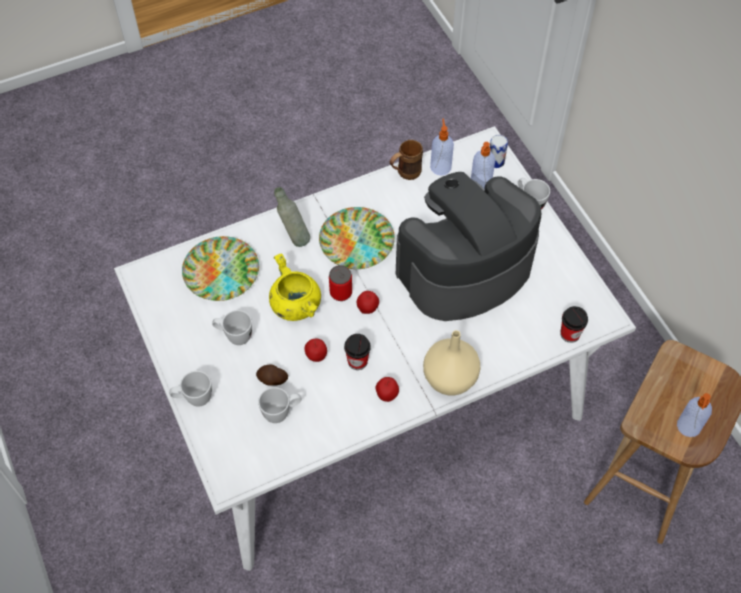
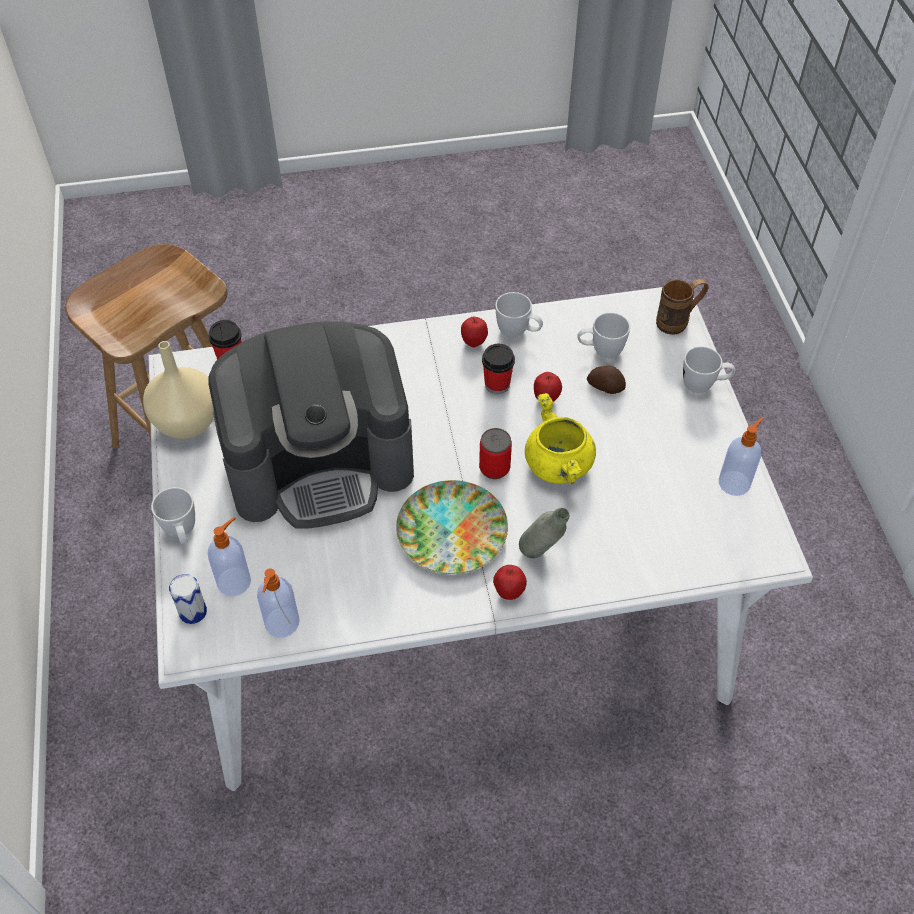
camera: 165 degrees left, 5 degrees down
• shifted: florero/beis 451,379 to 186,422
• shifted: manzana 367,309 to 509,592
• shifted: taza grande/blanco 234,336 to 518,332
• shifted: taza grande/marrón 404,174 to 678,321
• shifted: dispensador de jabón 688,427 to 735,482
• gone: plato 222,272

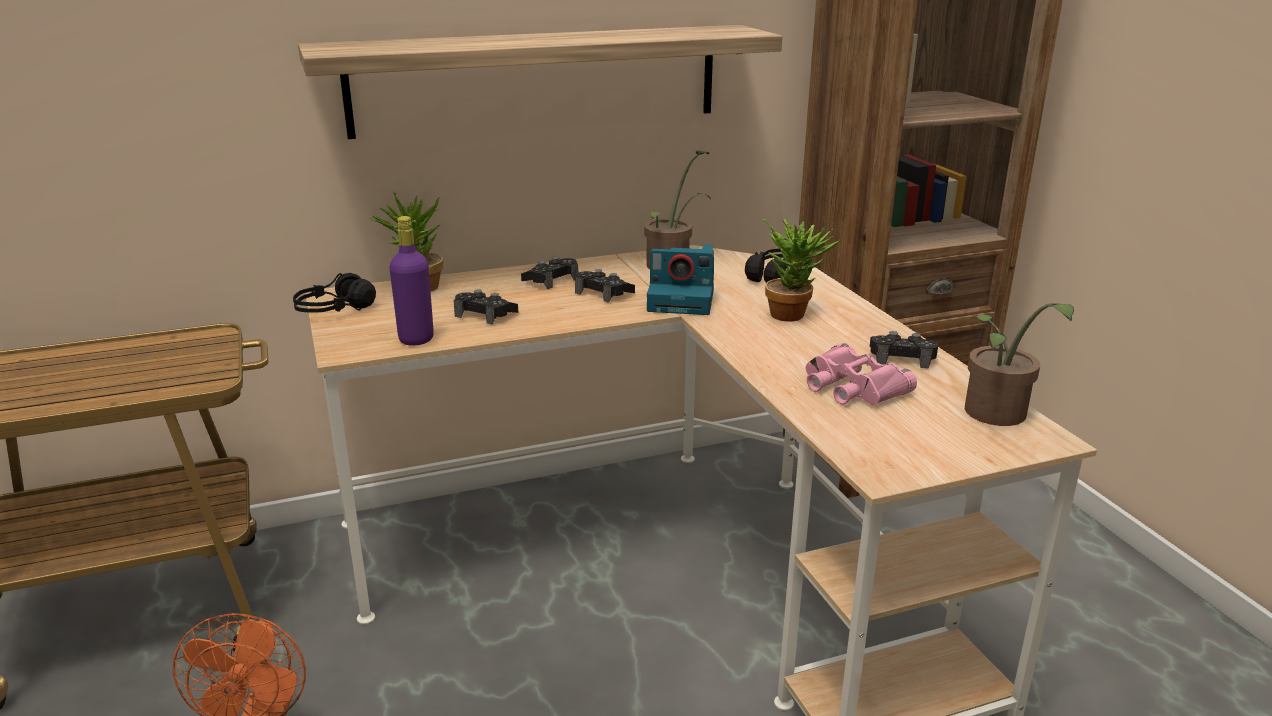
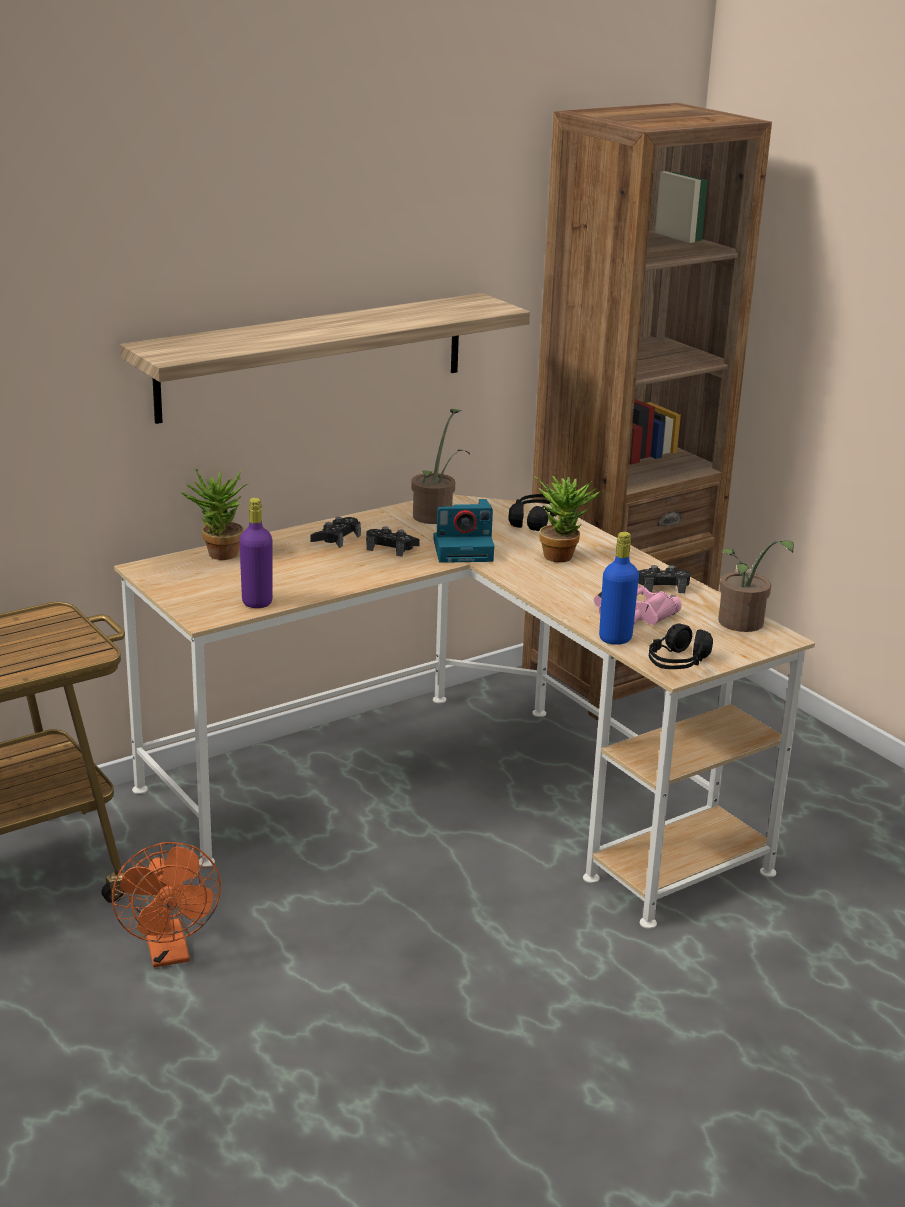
camera: 15 degrees left, 0 degrees up
• new: botella/azul 615,638
• shifted: auriculares/negro 334,310 to 677,663
• gone: mando de consola/negro 485,314

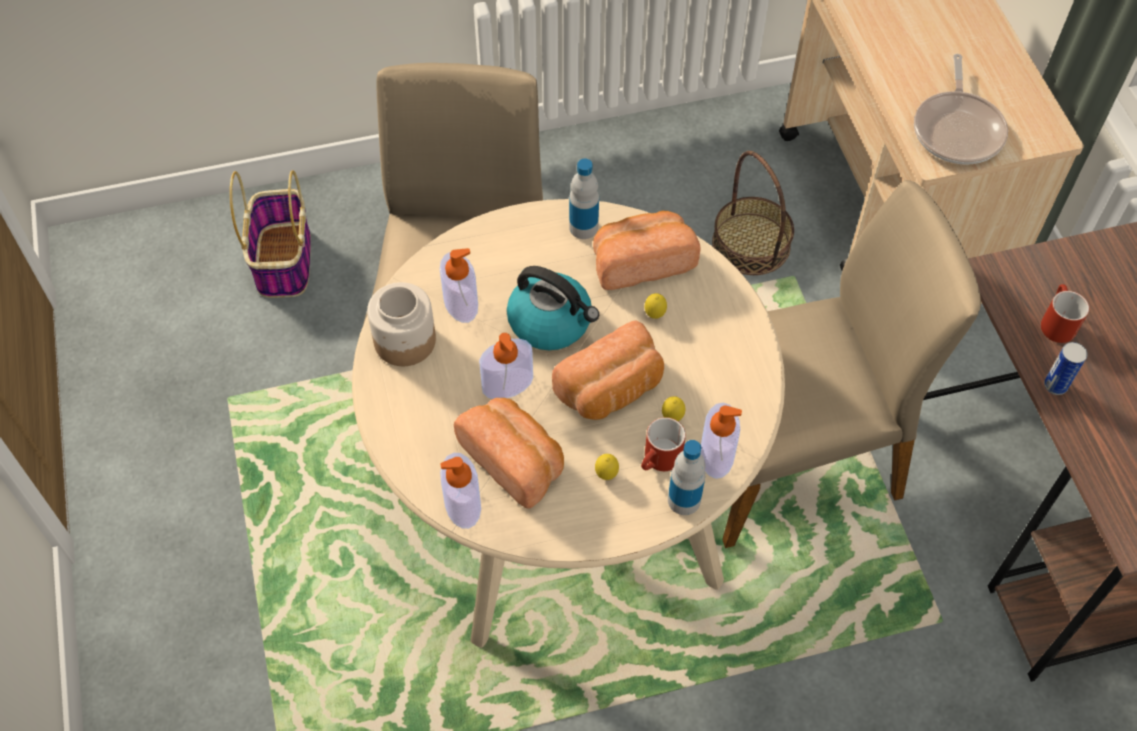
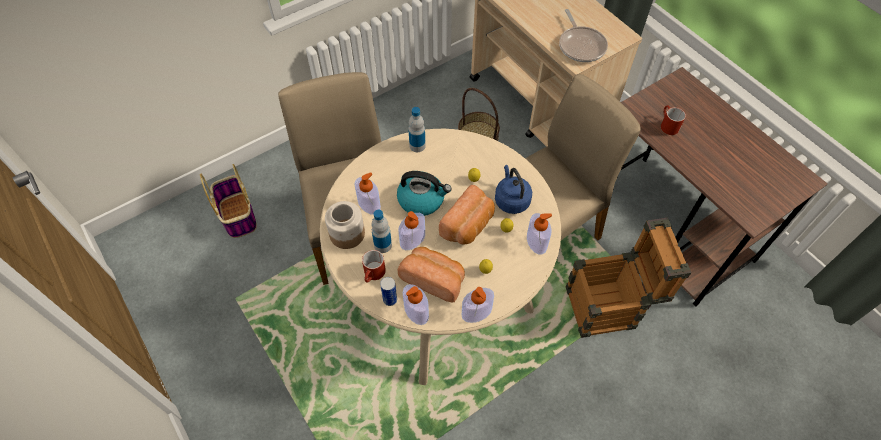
camera: 20 degrees left, 0 degrees up
• shifted: taza grande/rojo 659,461 to 374,275
• shifted: botella 684,500 to 383,245
• shifted: lata 1055,385 to 390,300
• new: dispensador de jabón 476,312
• new: hervidor/azul 511,200
• new: caja de embalaje 609,306
• gone: pan 641,262

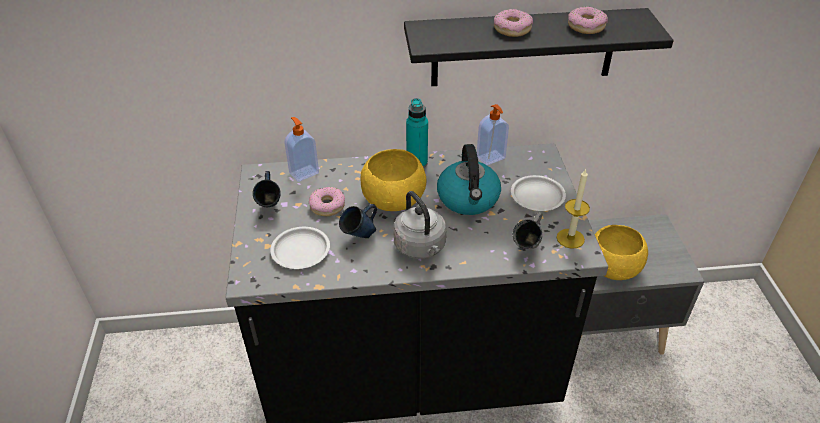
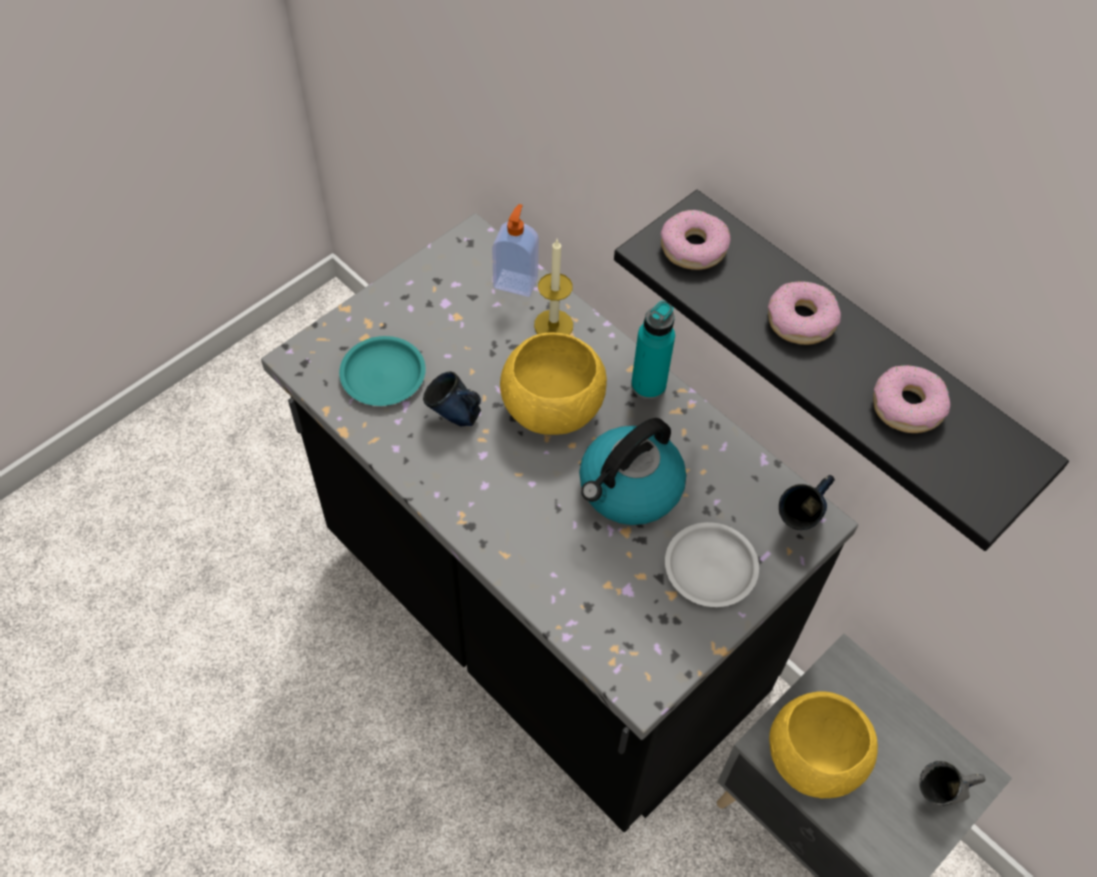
camera: 50 degrees right, 15 degrees up
• repainted: plato/blanco 300,250 to plato/turquesa 383,374
• shifted: vela 570,238 to 553,325
• shifted: rosquilla 327,206 to 693,247
• shifted: taza grande/azul 270,208 to 800,521
• shifted: taza grande/gris 527,249 to 940,794
• gone: hervidor/gris 421,248
• gone: dispensador de jabón 491,158

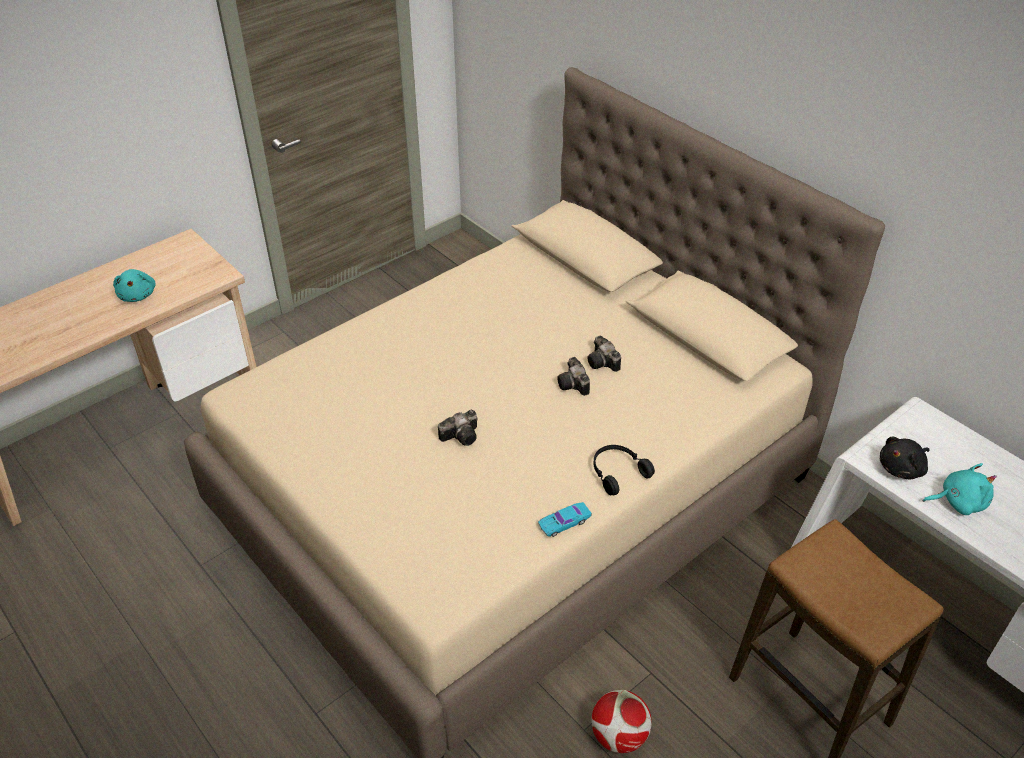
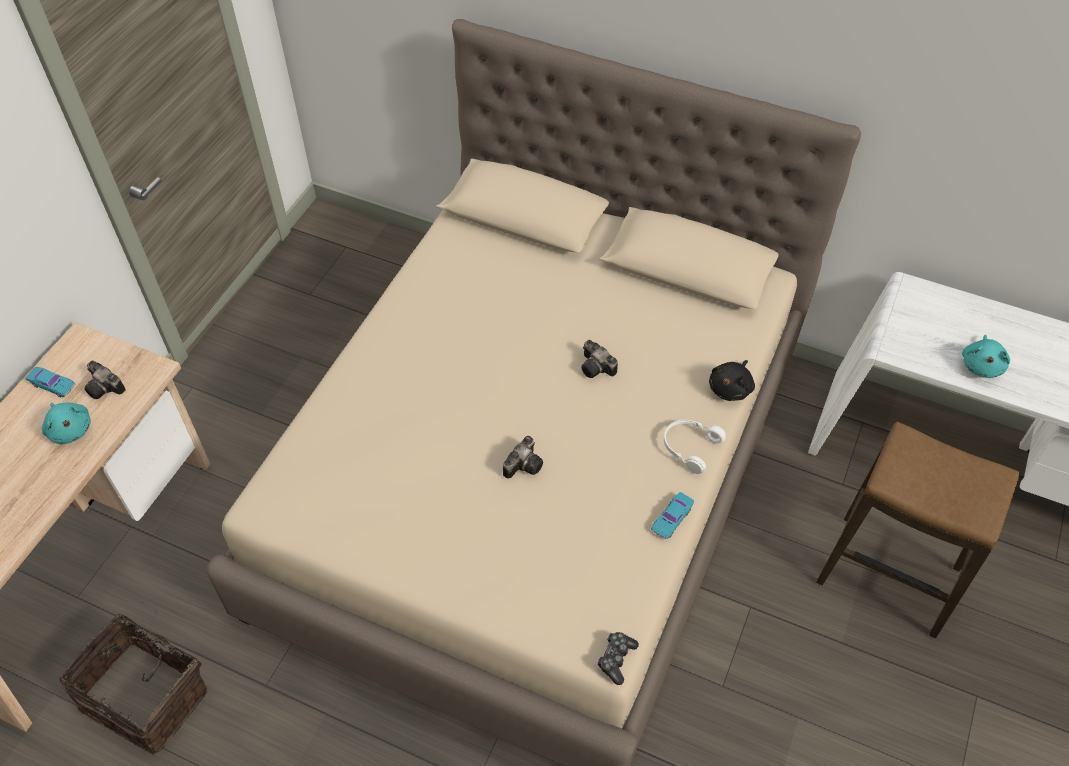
camera: 25 degrees left, 10 degrees up
• new: coche de juguete/turquesa 52,384
• new: cesta 147,695
• shifted: cámara 603,363 to 106,388
• new: mando de consola 616,659
• repainted: auriculares/negro 617,472 to auriculares/blanco 689,447
• shifted: peluche/negro 902,468 to 731,388
• rotated: peluche/turquesa 958,501 = 981,365 135 degrees clockwise
• gone: balón de fútbol 618,736

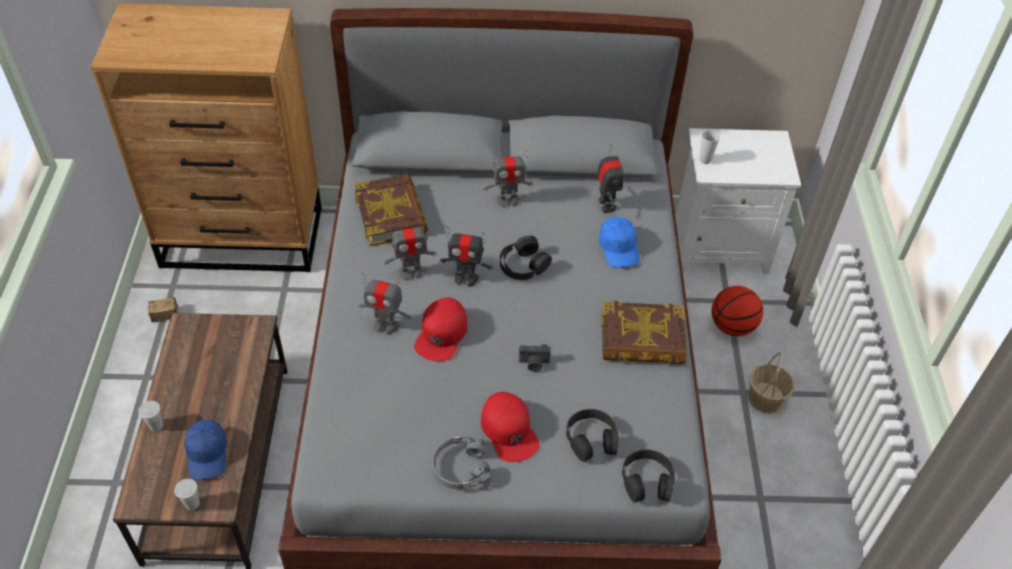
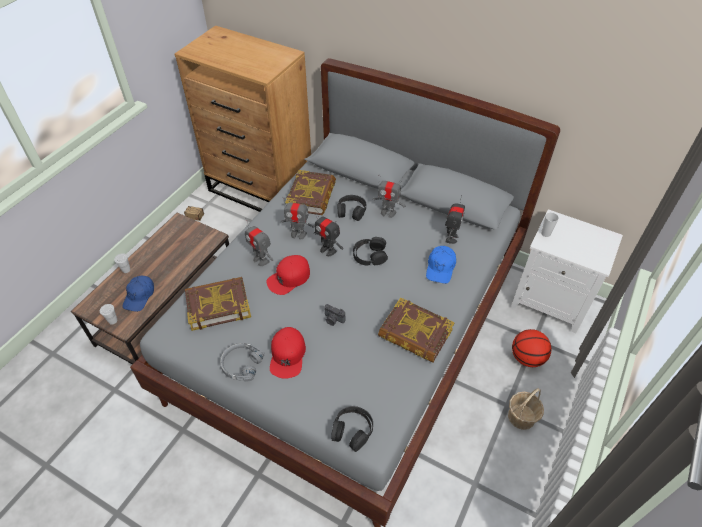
camera: 30 degrees right, 0 degrees up
• new: libro 218,305
• shifted: auriculares/negro 591,439 to 351,211

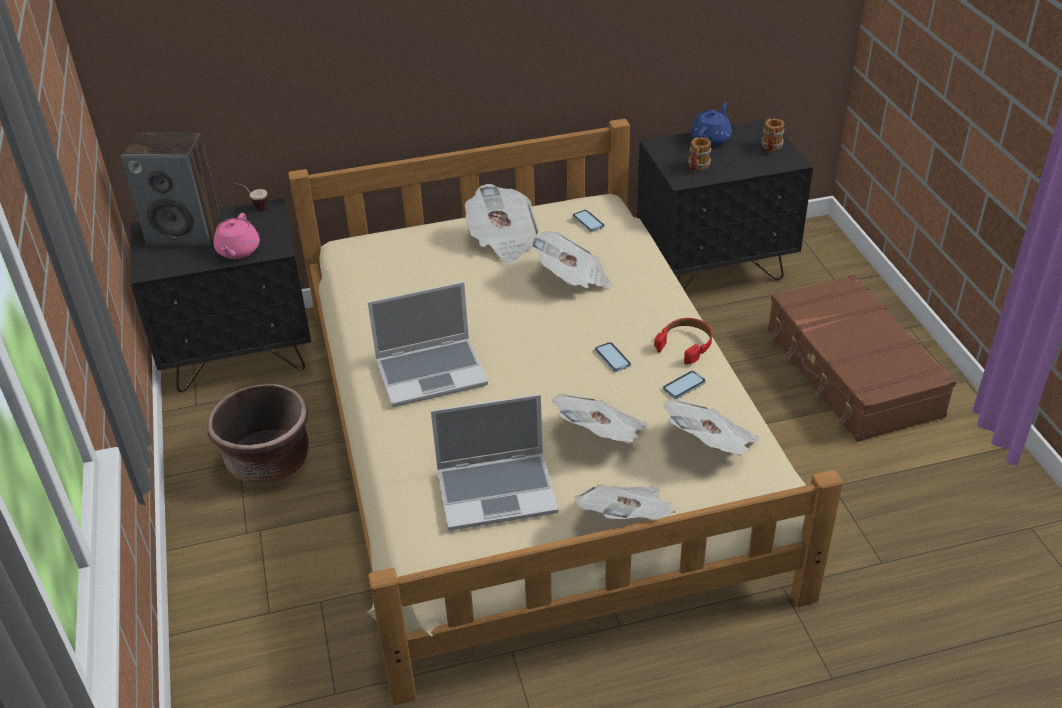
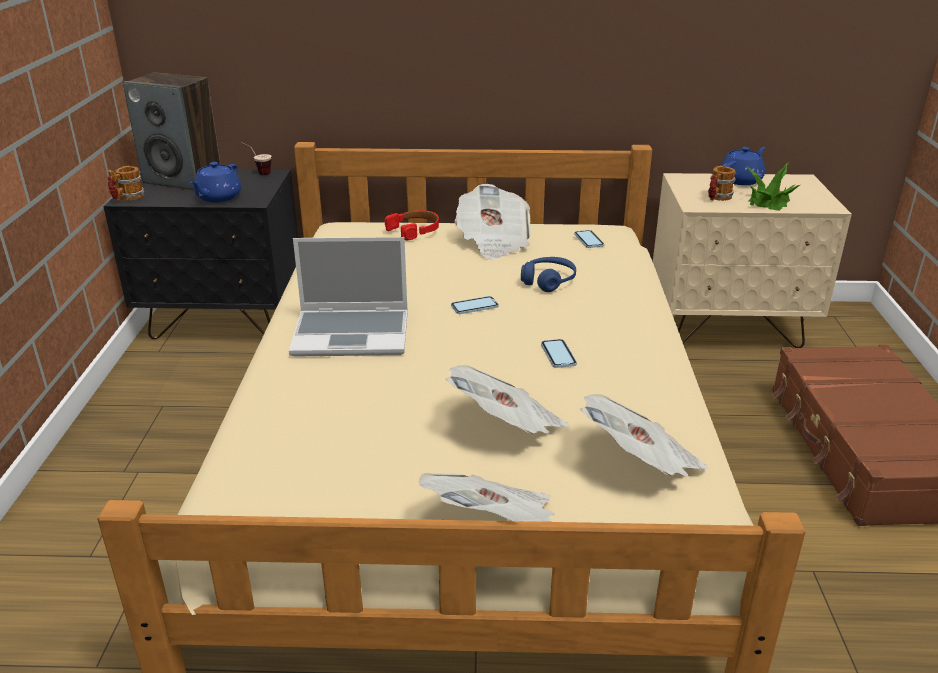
camera: 15 degrees right, 10 degrees down
• shifted: taza grande 771,148 to 127,198
• repainted: tetera/rosa 238,251 to tetera/azul 218,197
• shifted: auriculares/rojo 685,345 to 414,230
• shifted: móvil 683,386 to 474,306
• swapped: periódico 572,279 to auriculares/azul 548,281
• repainted: mesita de noche/negro 714,268 to mesita de noche/beis 728,327
• new: planta en maceta 769,201
• gone: maceta/marrón 268,461
• gone: portátil 498,491

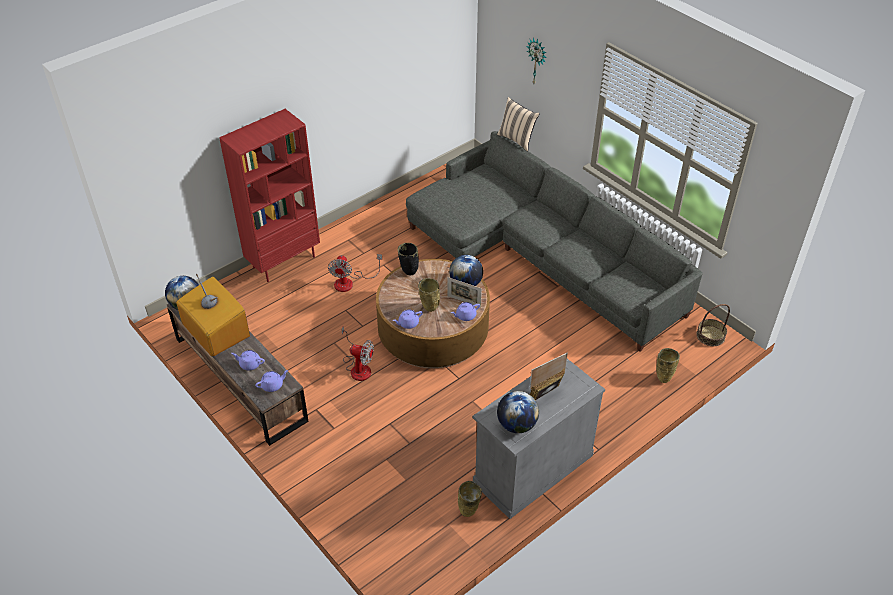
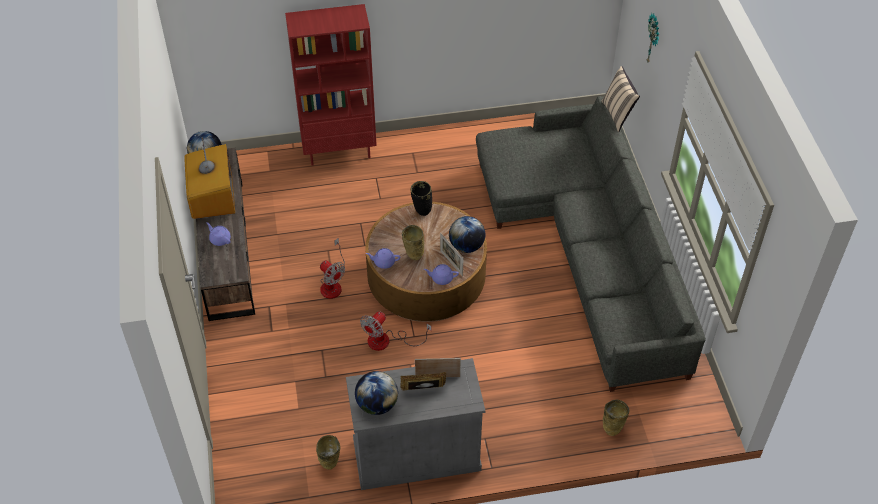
camera: 30 degrees right, 5 degrees up
• shifted: ventilador 350,282 to 387,341
• gone: tetera/morado 273,385
• gone: cesta 710,335

